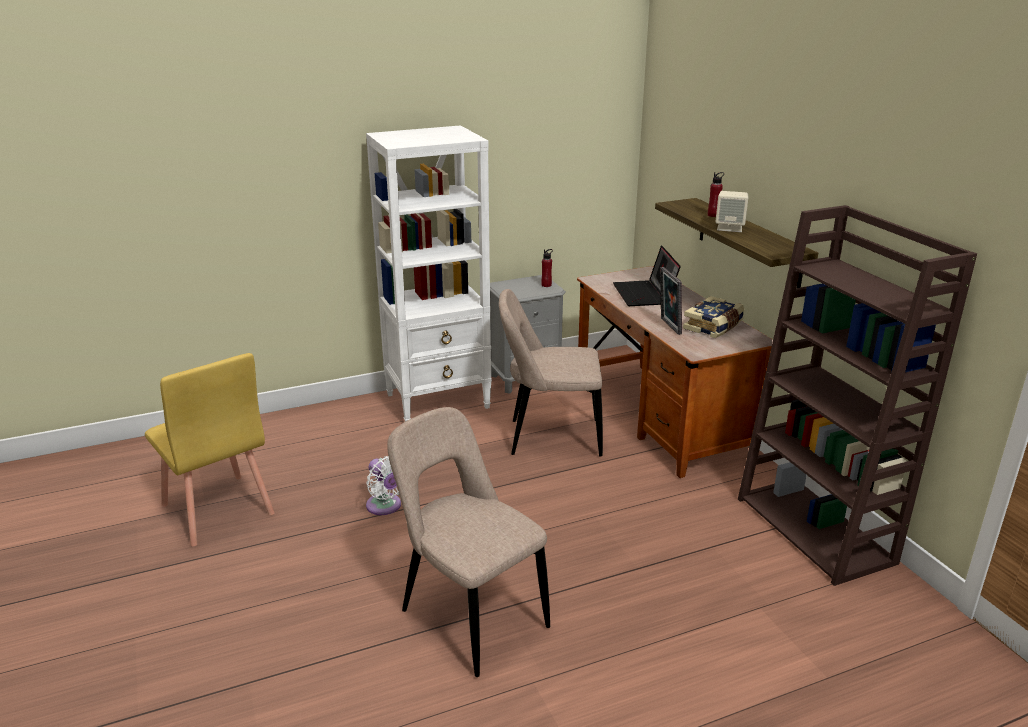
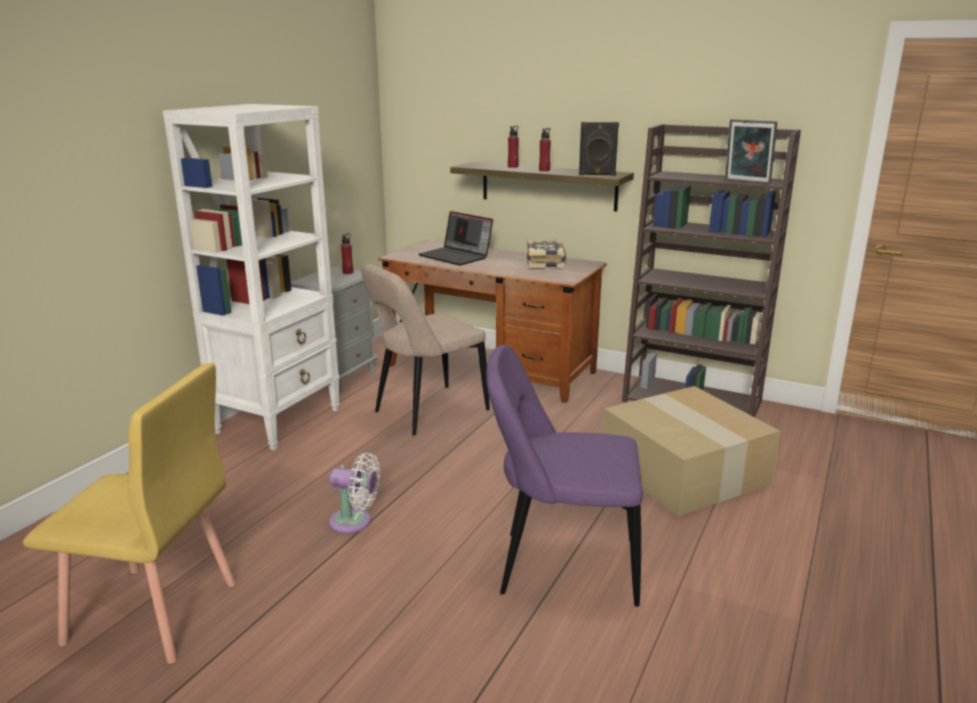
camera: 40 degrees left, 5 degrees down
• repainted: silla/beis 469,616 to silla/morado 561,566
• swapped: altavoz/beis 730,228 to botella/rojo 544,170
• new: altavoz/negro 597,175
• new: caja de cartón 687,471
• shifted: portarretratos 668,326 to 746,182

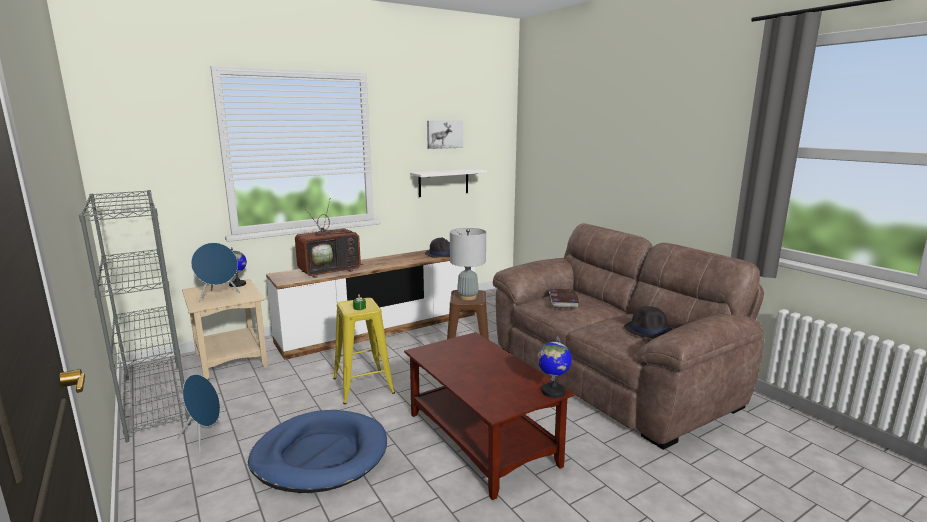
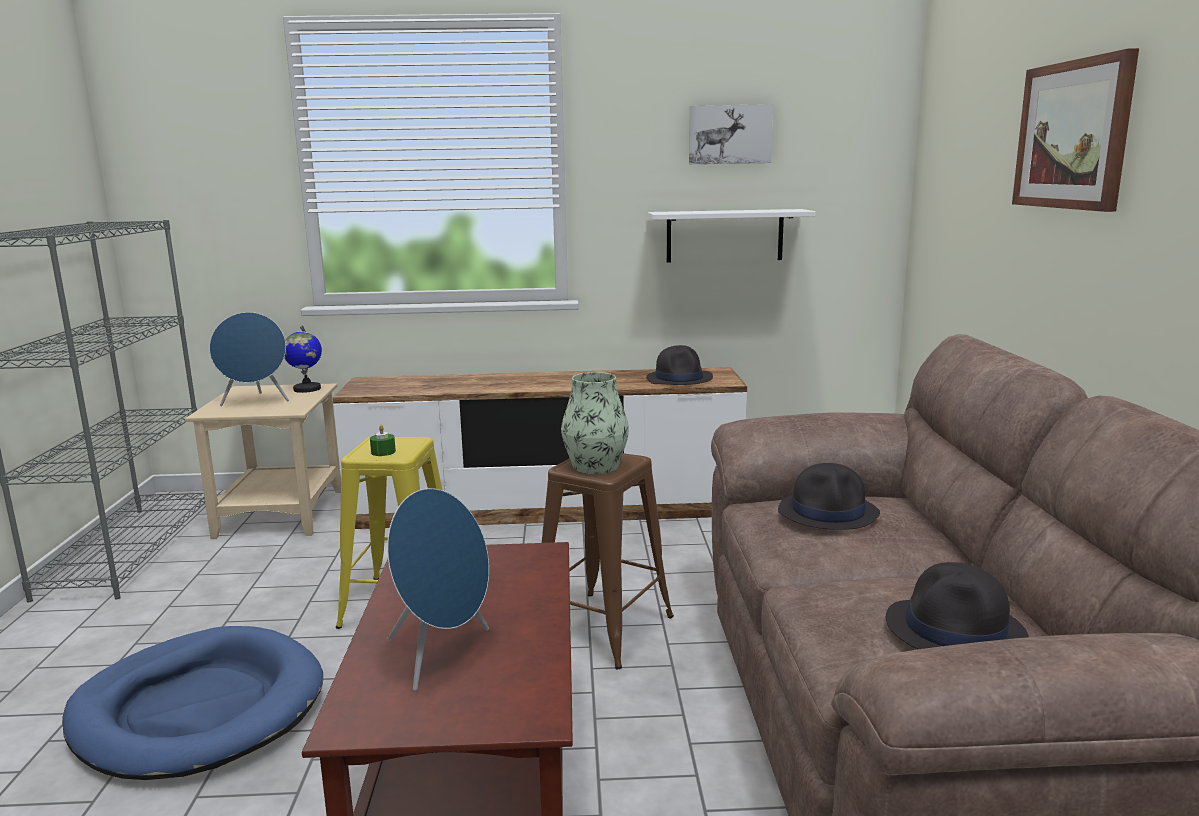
camera: 30 degrees right, 0 degrees up
• shifted: altavoz/azul 204,437 to 442,655
• swapped: lámpara de mesa/gris 468,297 to florero 595,466
• swapped: libro 563,300 to sombrero/negro 829,512
• new: cuadro 1073,135
• gone: televisor 330,270
• gone: globo terráqueo 553,391

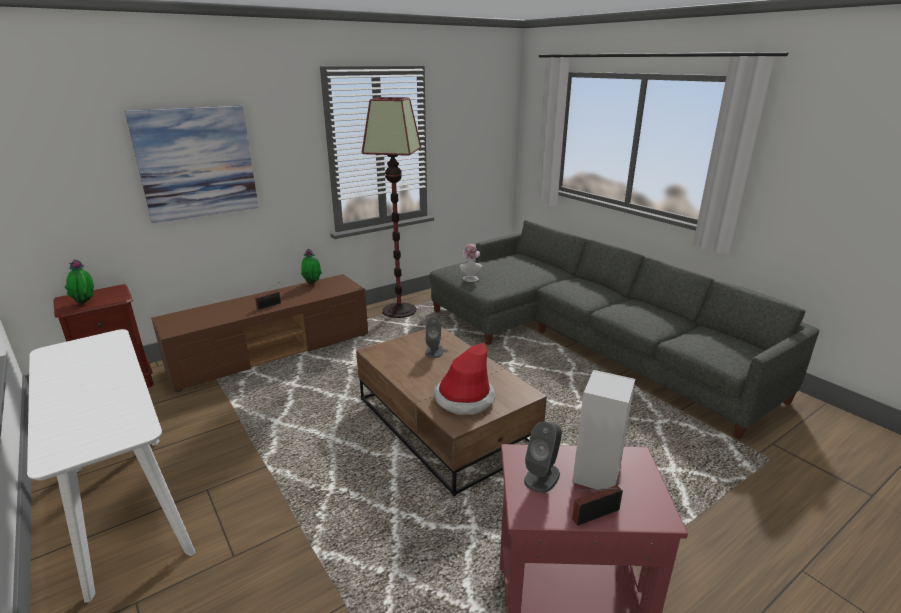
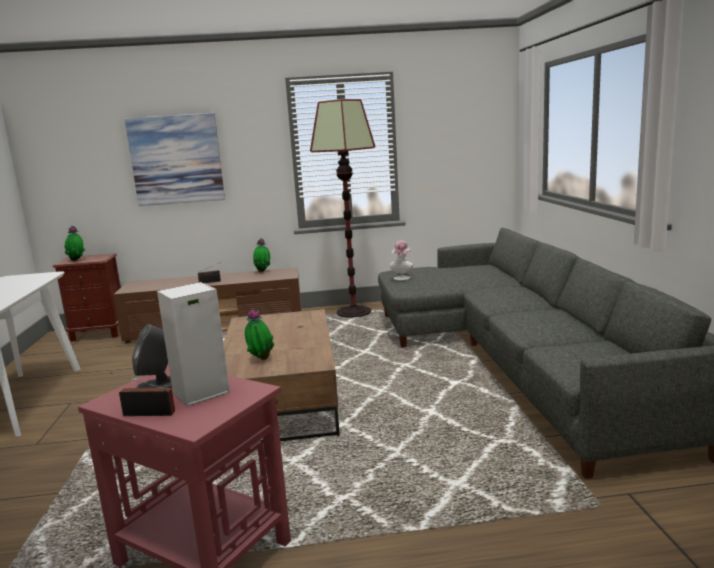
camera: 30 degrees right, 10 degrees down
• swapped: sombrero 464,399 to planta en maceta 260,359
• gone: altavoz/gris 434,351

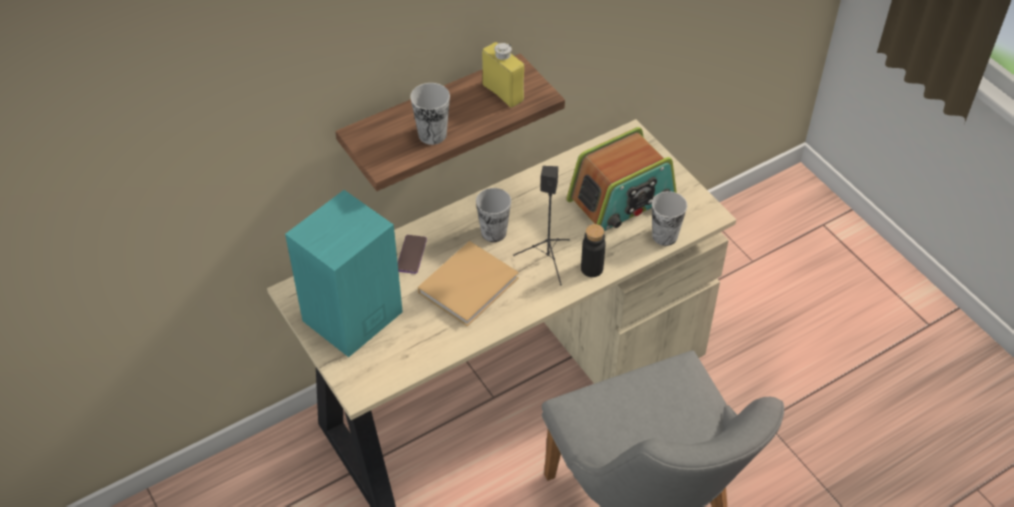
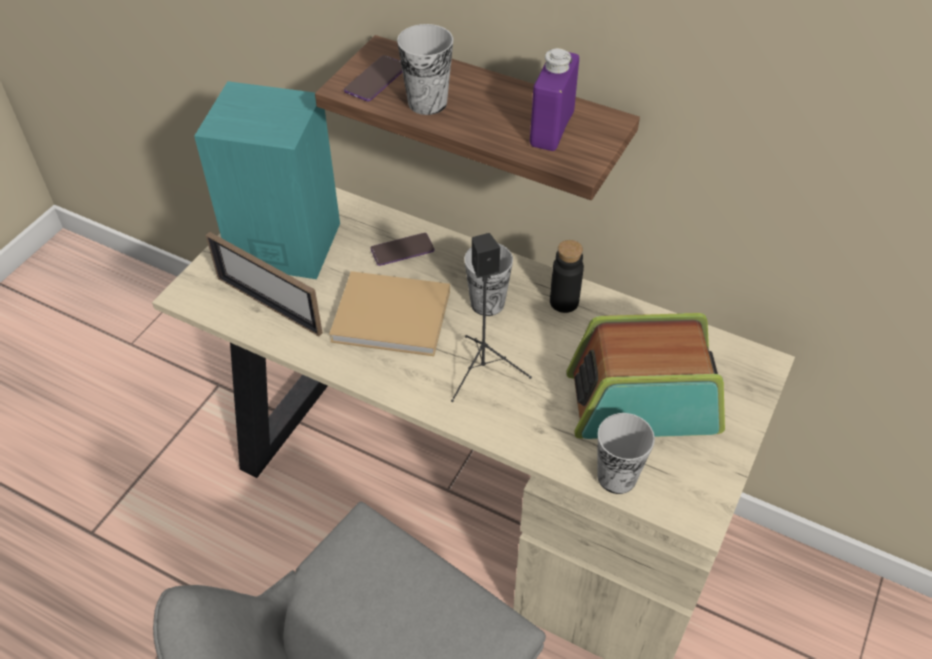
camera: 60 degrees right, 0 degrees up
• new: portarretratos 269,305
• new: móvil 376,79
• repainted: botella/amarillo 503,93 to botella/morado 551,129
• shifted: botella/negro 592,269 to 564,302
• rotated: radio 622,199 = 642,402 150 degrees clockwise

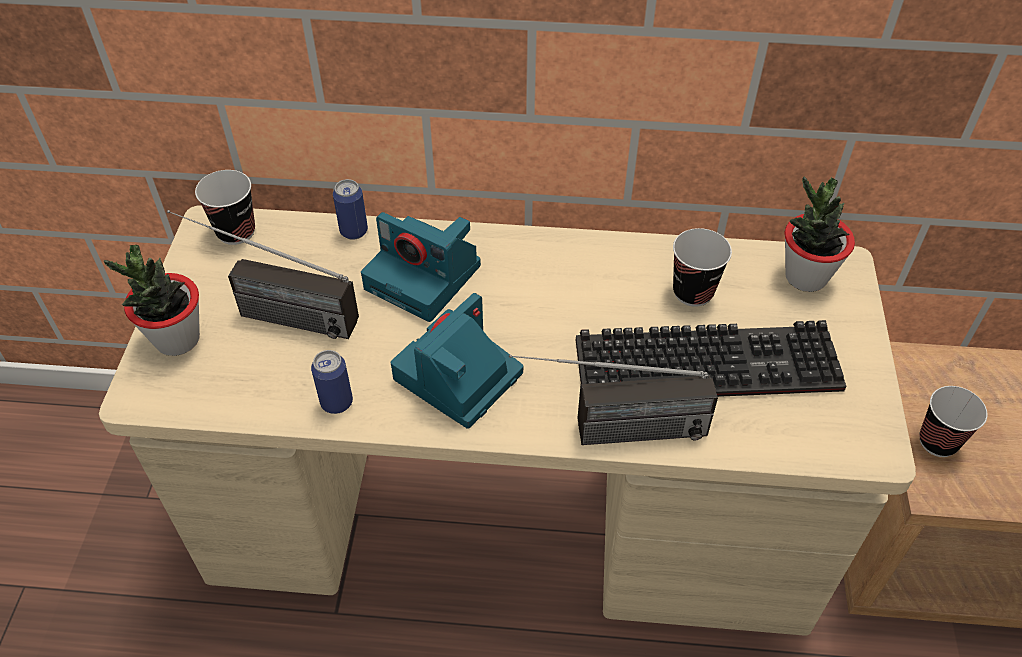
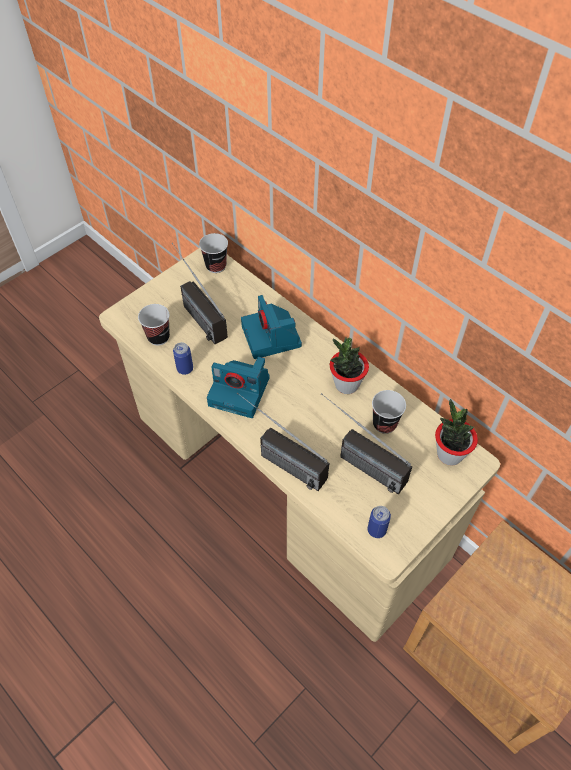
camera: 40 degrees right, 5 degrees up
• shifted: taza 938,442 to 158,337
• rotated: cámara 457,378 = 240,391 150 degrees counterclockwise
• swapped: teclado 710,361 to radio 356,460
• shifted: planta en maceta 177,339 to 346,384
• shifted: lata 354,231 to 376,530

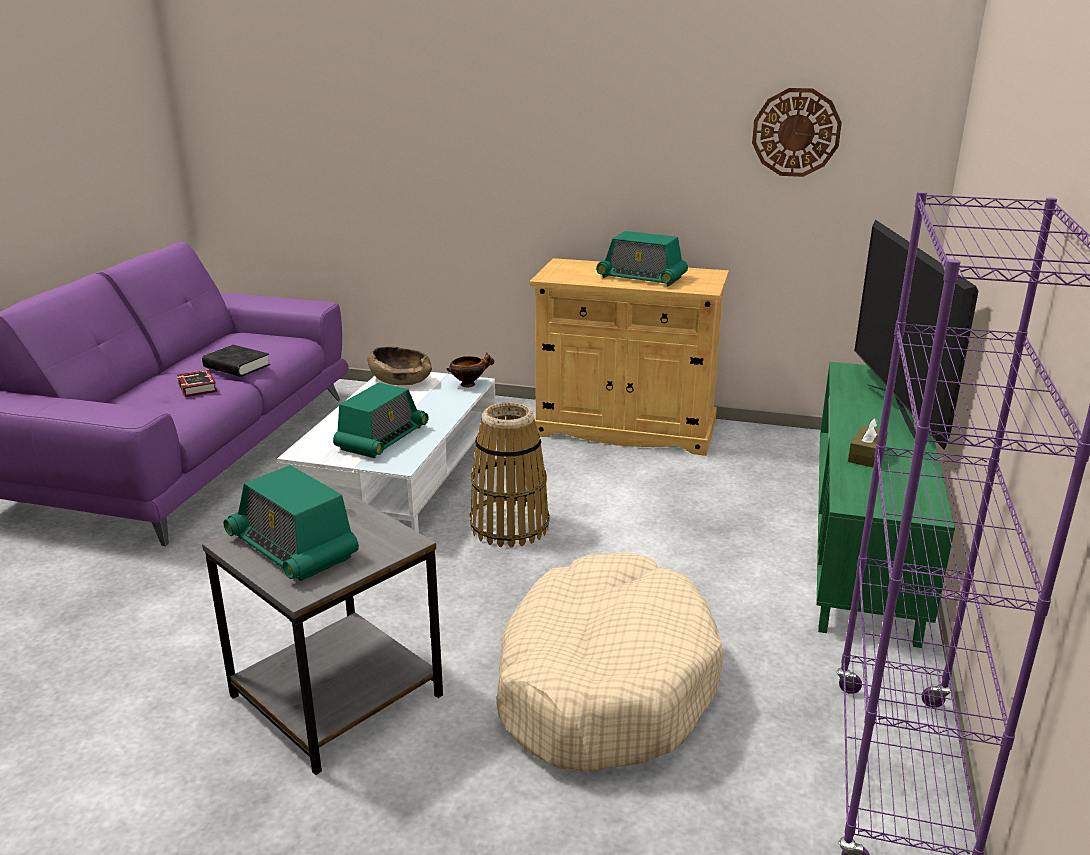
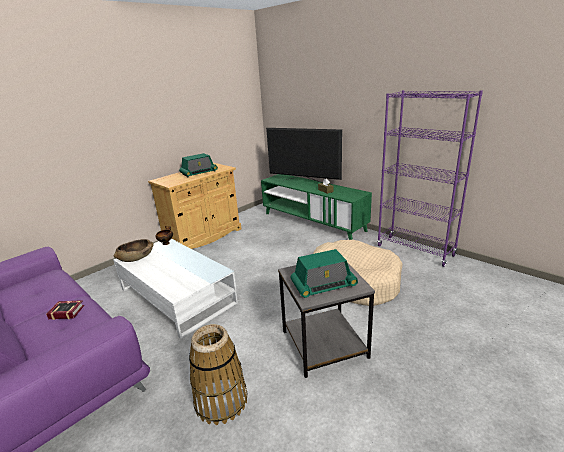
camera: 60 degrees left, 0 degrees up
• shifted: cesta 509,527 to 221,401
• gone: libro/negro 237,366
• gone: radio 382,438
• gone: reloj de pared 796,132

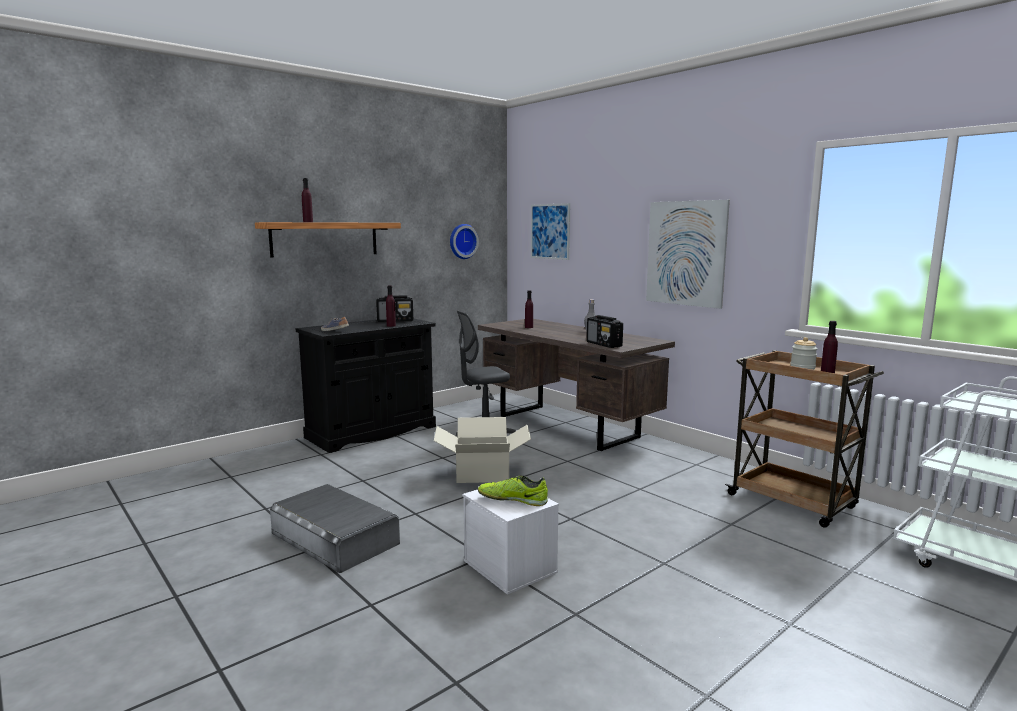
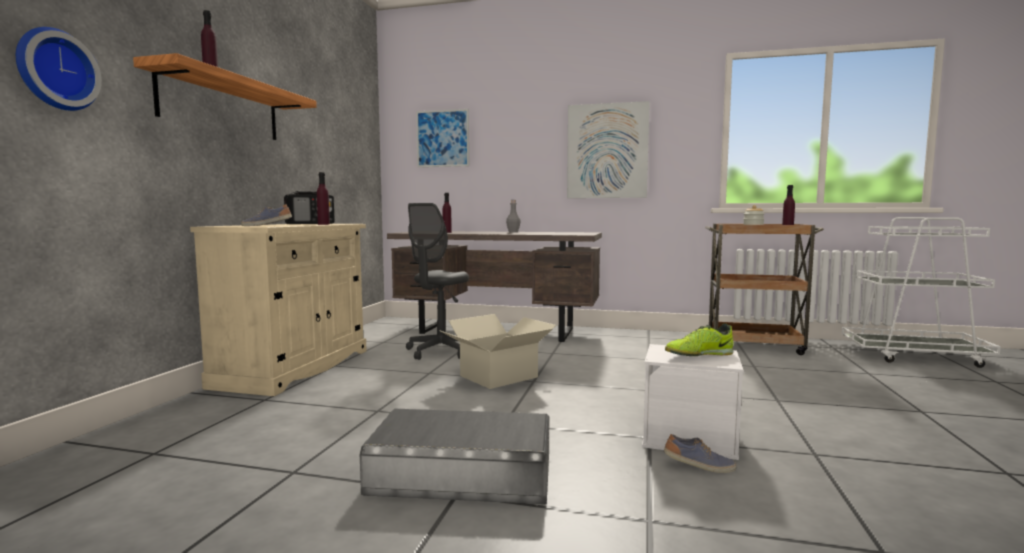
camera: 35 degrees left, 5 degrees down
• shifted: reloj de pared 462,241 to 55,70
• repainted: armario/negro 372,432 to armario/beis 295,368
• new: zapato 699,467
• gone: radio 604,344

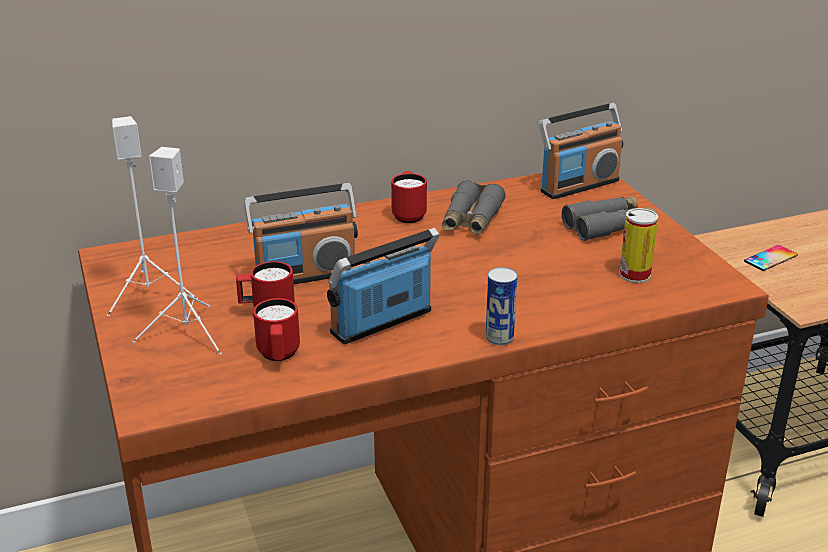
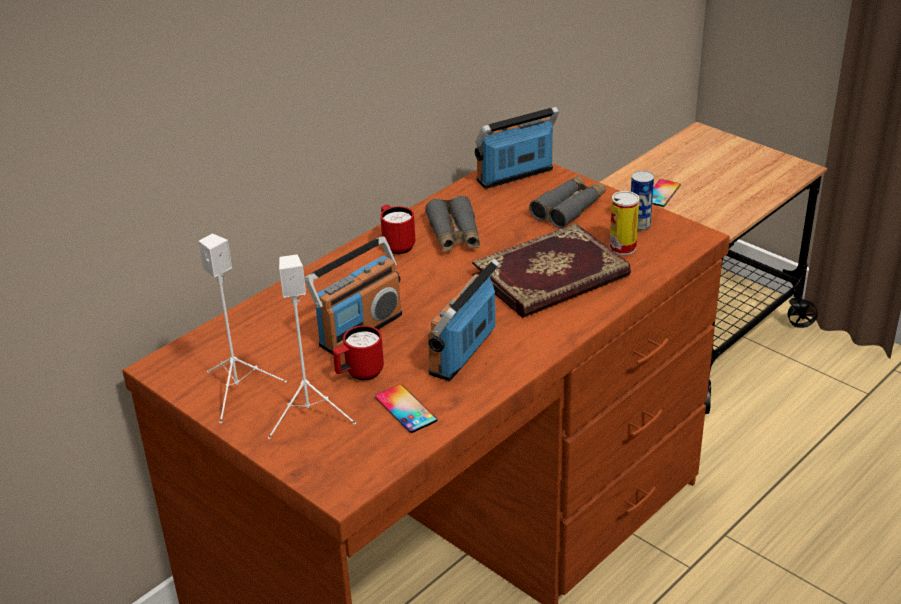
camera: 25 degrees left, 5 degrees up
• swapped: taza grande/rojo 279,356 to móvil 406,409
• new: libro 552,277
• rotated: radio 579,185 = 515,176 150 degrees counterclockwise
• shifted: lata 499,338 to 639,225

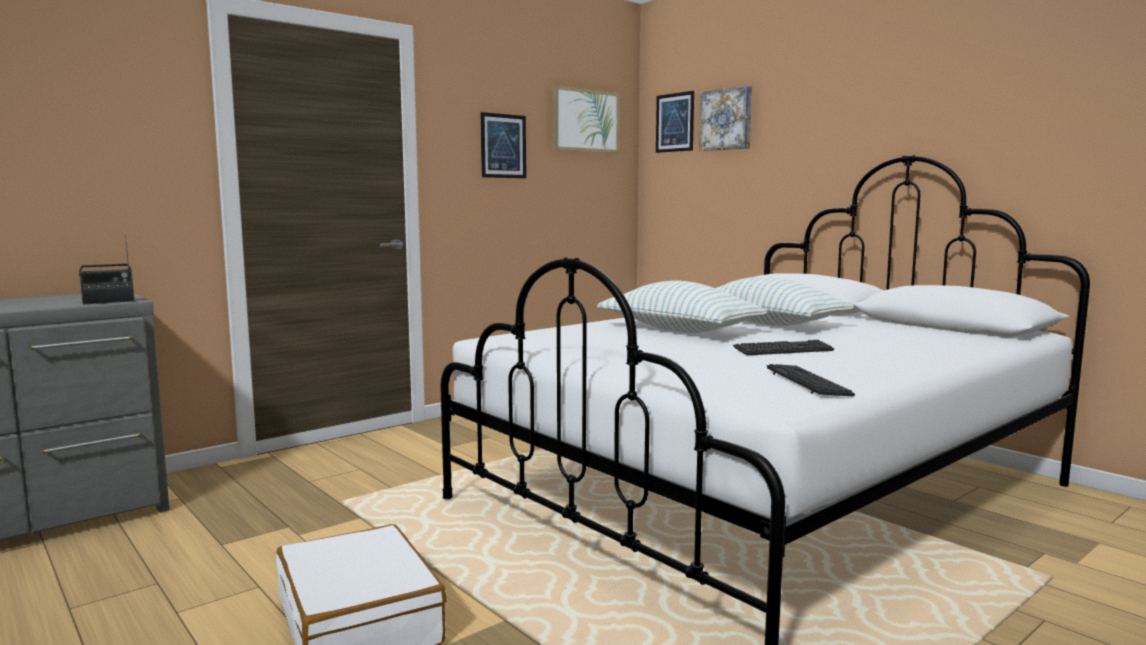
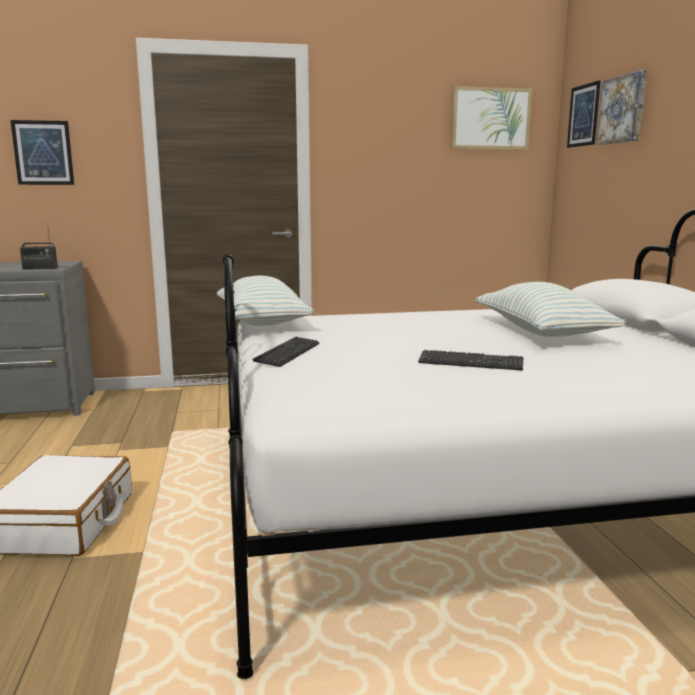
camera: 30 degrees right, 5 degrees up
• shifted: cuadro 503,146 to 43,153
• shifted: cojín 680,330 to 261,322
• shifted: teclado 807,383 to 288,353

